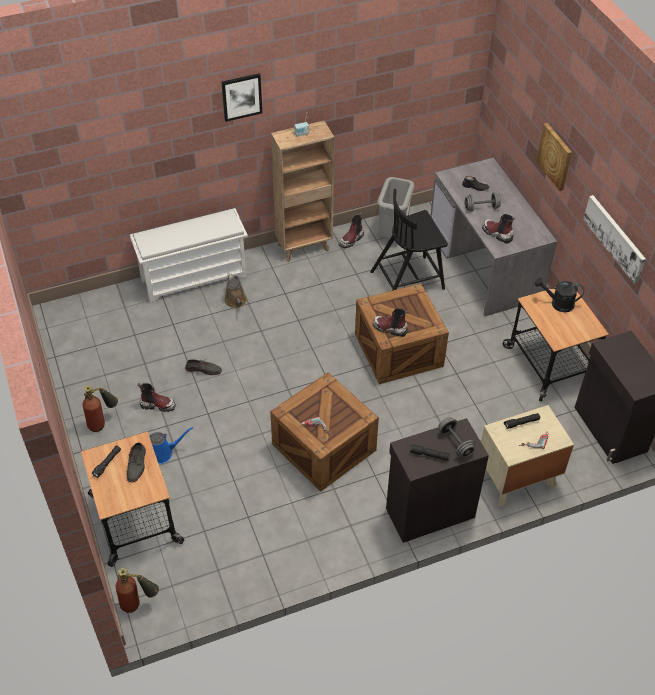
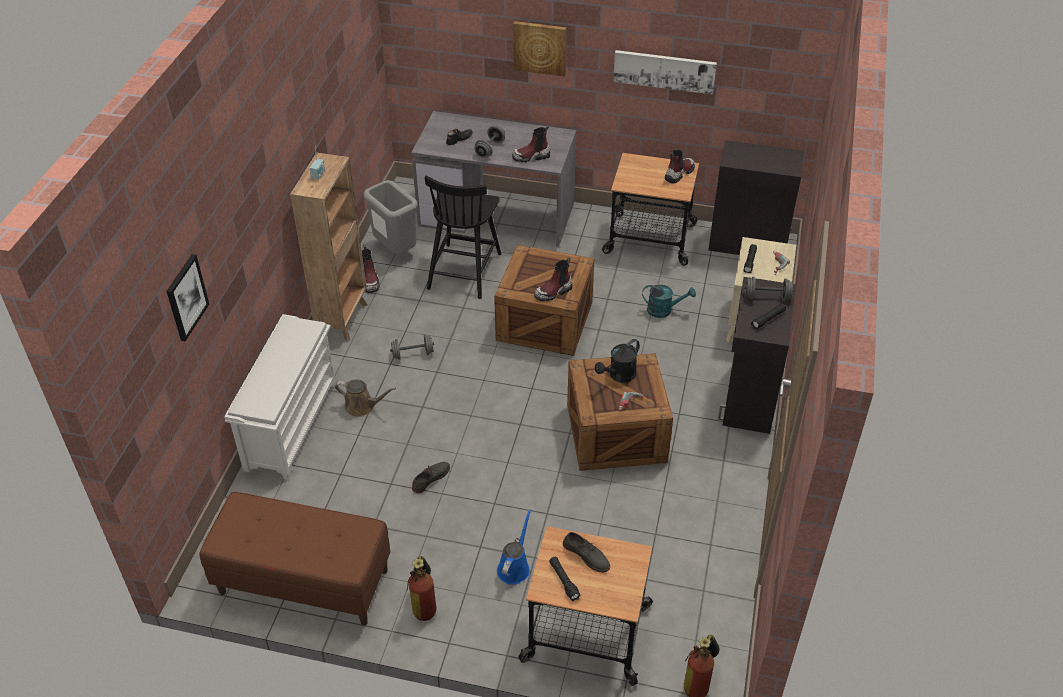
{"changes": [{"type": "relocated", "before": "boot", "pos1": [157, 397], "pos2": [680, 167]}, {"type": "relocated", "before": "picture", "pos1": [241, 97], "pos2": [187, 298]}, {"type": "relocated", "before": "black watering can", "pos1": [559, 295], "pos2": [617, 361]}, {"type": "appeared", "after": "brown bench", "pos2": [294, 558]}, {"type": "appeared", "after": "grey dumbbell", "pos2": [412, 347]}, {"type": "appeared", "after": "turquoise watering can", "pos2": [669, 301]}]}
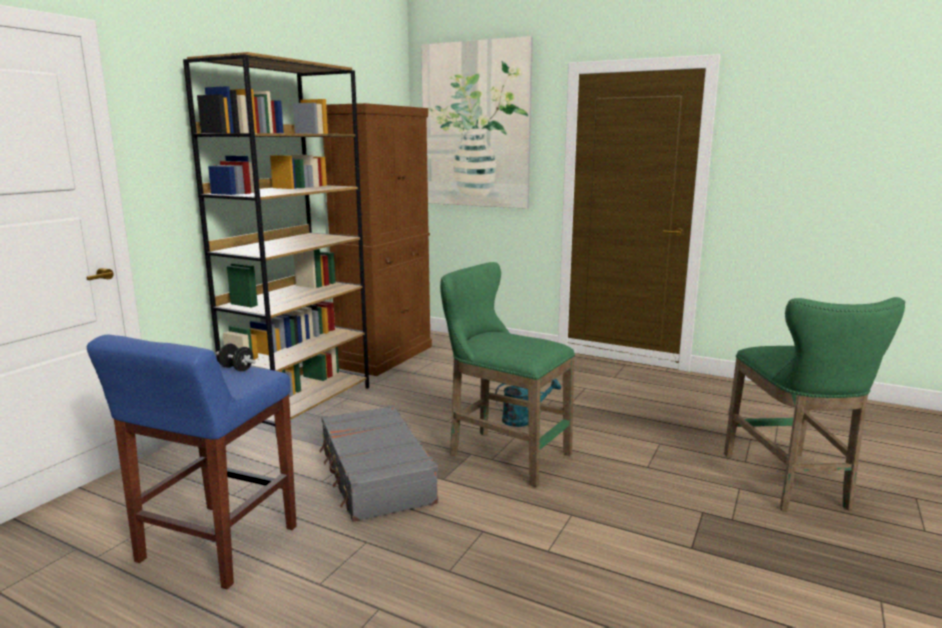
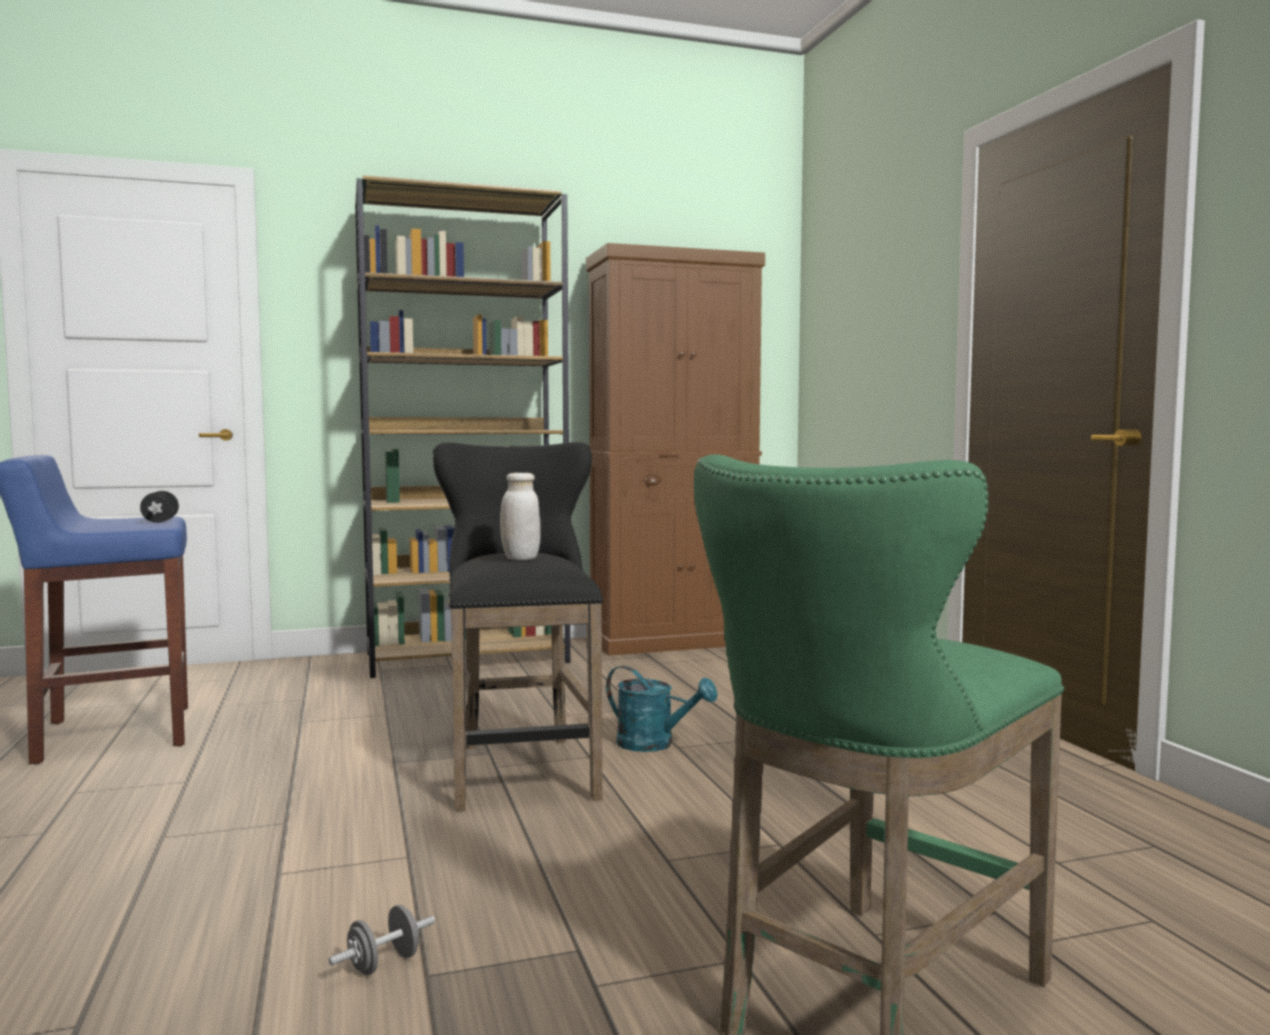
{"changes": [{"type": "missing", "before": "grey suitcase", "pos1": [378, 463]}, {"type": "missing", "before": "picture", "pos1": [477, 122]}, {"type": "colour", "before": "green stool", "after": "black stool", "pos1": [507, 374], "pos2": [518, 627]}, {"type": "appeared", "after": "grey dumbbell", "pos2": [382, 940]}, {"type": "appeared", "after": "white jar", "pos2": [520, 516]}]}
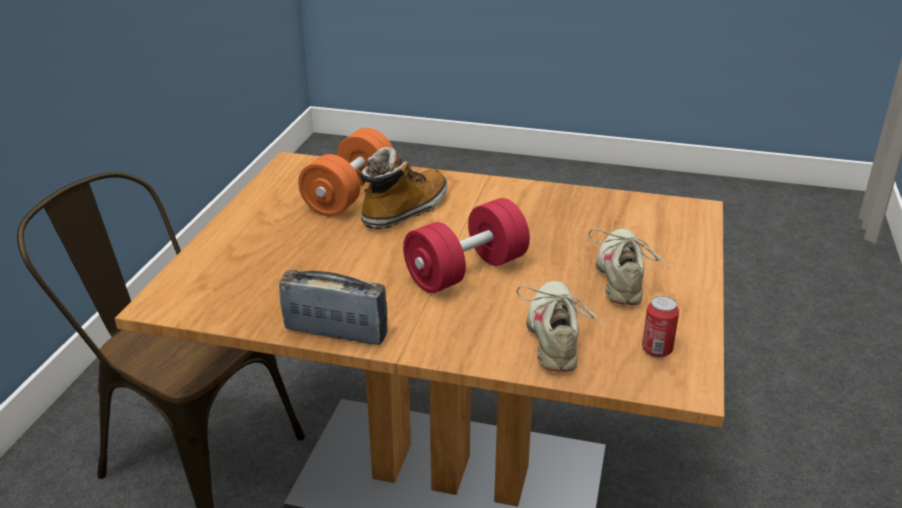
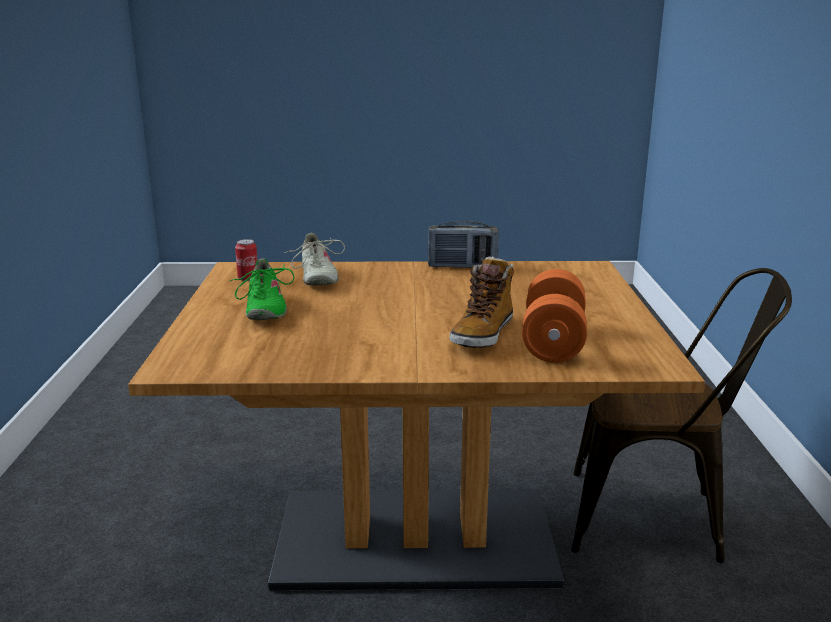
{"changes": [{"type": "missing", "before": "red dumbbell", "pos1": [466, 245]}, {"type": "colour", "before": "beige shoe", "after": "green shoe", "pos1": [629, 266], "pos2": [262, 289]}]}
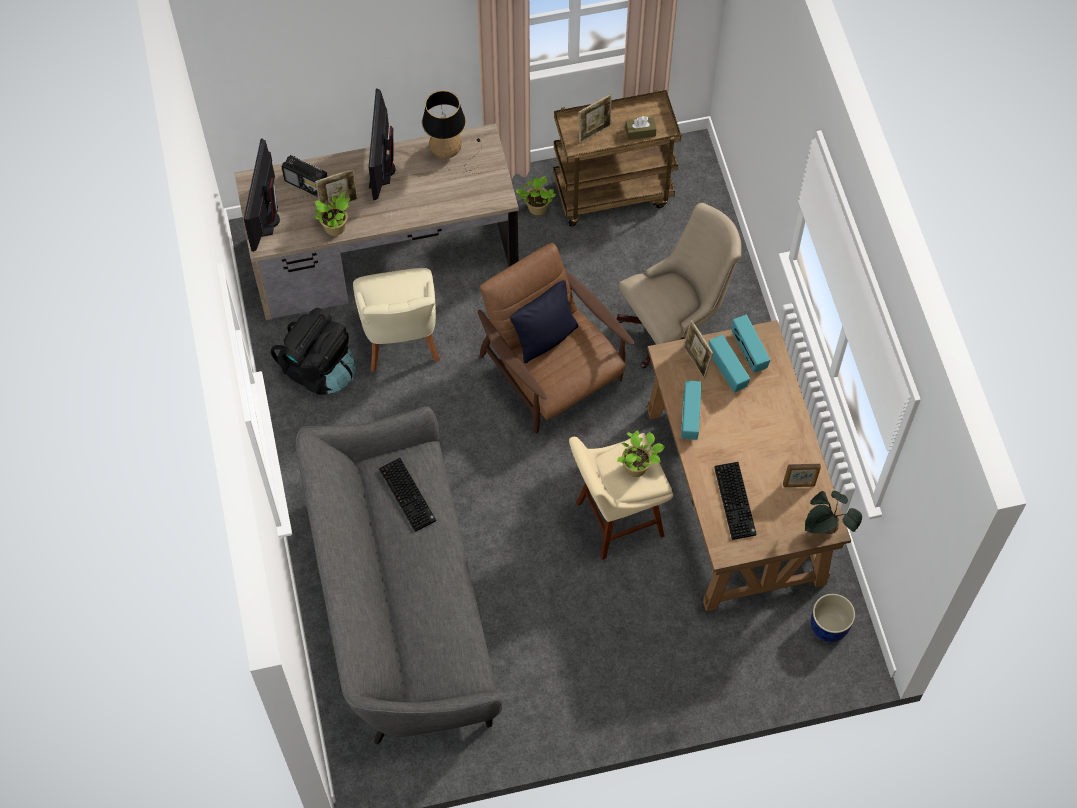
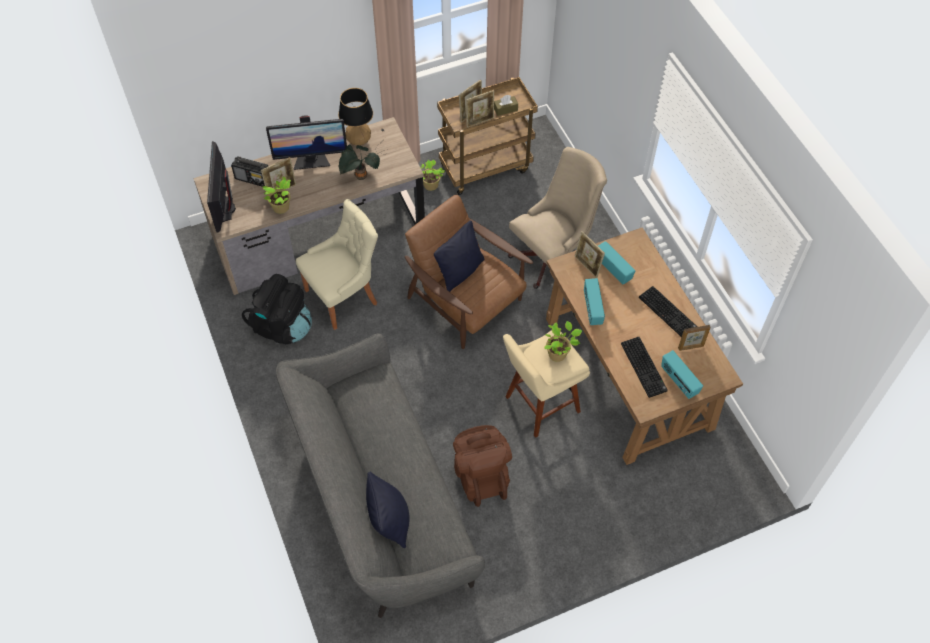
{"changes": [{"type": "spun", "before": "beige chair", "pos1": [396, 320], "pos2": [337, 264], "turn": -105}, {"type": "spun", "before": "monitor", "pos1": [382, 144], "pos2": [306, 142], "turn": -90}, {"type": "relocated", "before": "keyboard", "pos1": [407, 495], "pos2": [668, 311]}, {"type": "relocated", "before": "radio", "pos1": [751, 344], "pos2": [682, 374]}, {"type": "relocated", "before": "potted plant", "pos1": [833, 512], "pos2": [359, 162]}, {"type": "missing", "before": "blue planter", "pos1": [833, 618]}, {"type": "appeared", "after": "black pillow", "pos2": [388, 510]}, {"type": "appeared", "after": "brown backpack", "pos2": [482, 466]}, {"type": "appeared", "after": "picture frame", "pos2": [480, 108]}]}
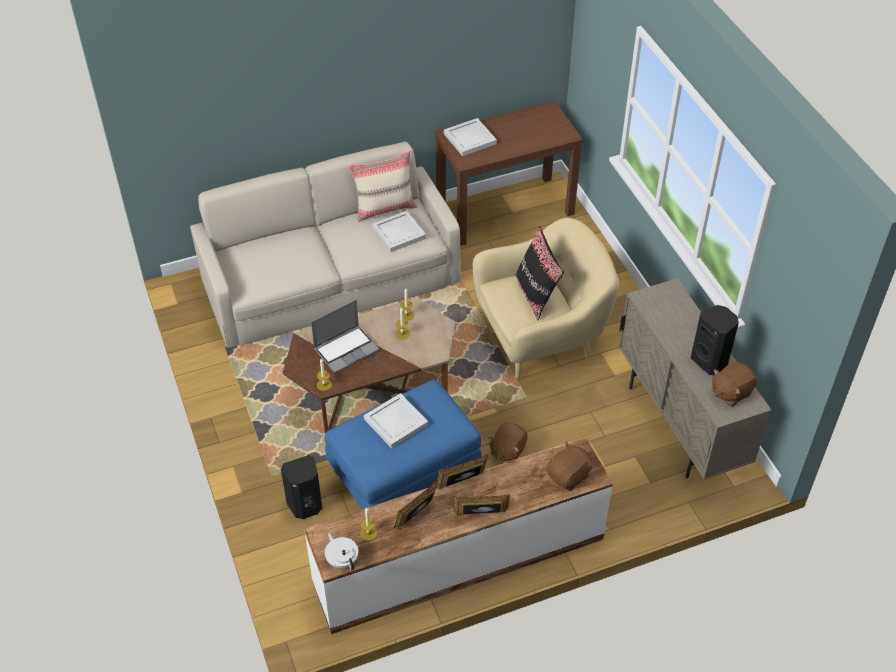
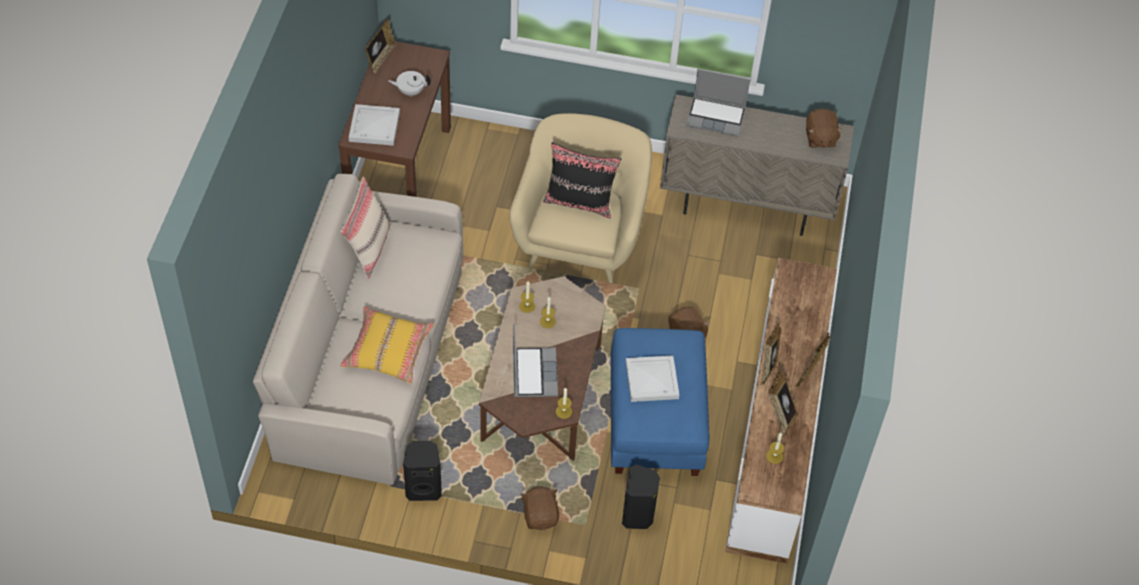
{"changes": [{"type": "relocated", "before": "white teapot", "pos1": [341, 551], "pos2": [409, 83]}, {"type": "missing", "before": "white tray", "pos1": [399, 231]}, {"type": "relocated", "before": "brown plush toy", "pos1": [570, 466], "pos2": [539, 508]}, {"type": "relocated", "before": "black speaker", "pos1": [715, 340], "pos2": [422, 471]}, {"type": "appeared", "after": "yellow pillow", "pos2": [387, 344]}, {"type": "appeared", "after": "picture frame", "pos2": [381, 47]}, {"type": "appeared", "after": "laptop", "pos2": [718, 103]}]}
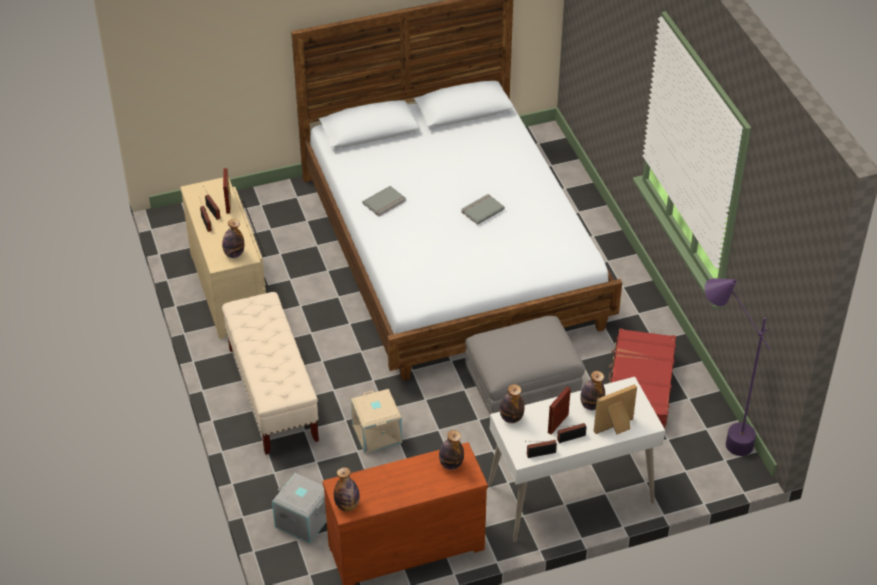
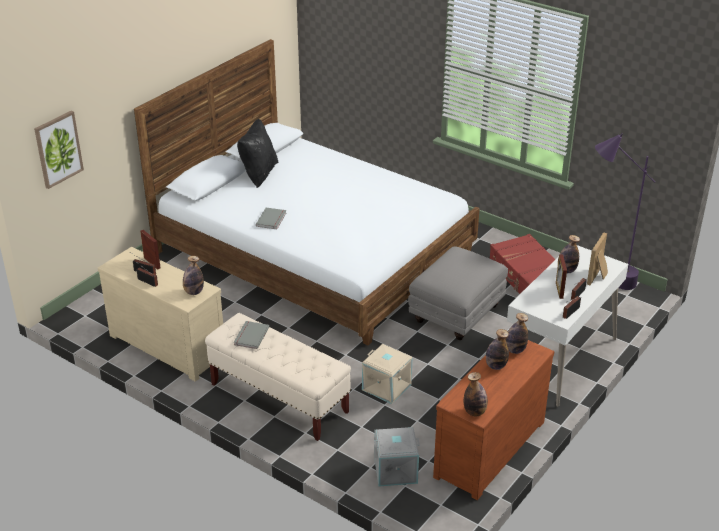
{"changes": [{"type": "relocated", "before": "grey book", "pos1": [483, 209], "pos2": [251, 335]}, {"type": "relocated", "before": "bottle", "pos1": [512, 403], "pos2": [497, 349]}, {"type": "appeared", "after": "picture", "pos2": [59, 150]}, {"type": "appeared", "after": "black pillow", "pos2": [257, 153]}]}
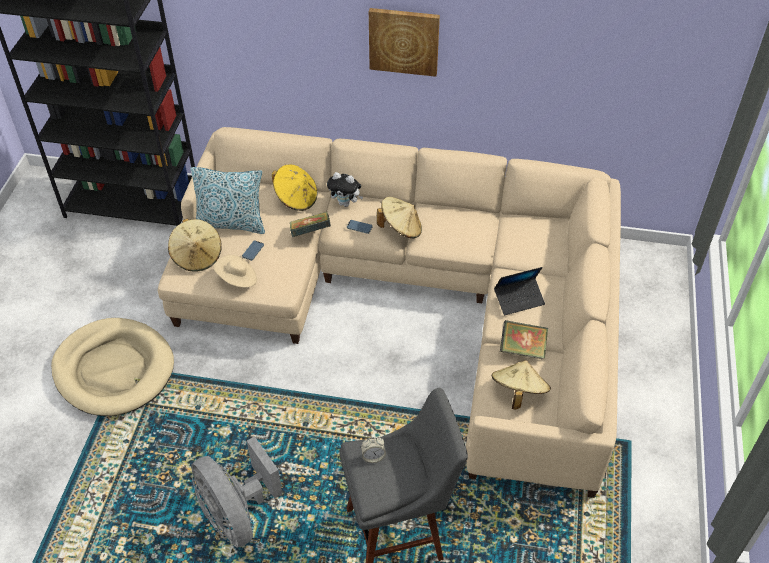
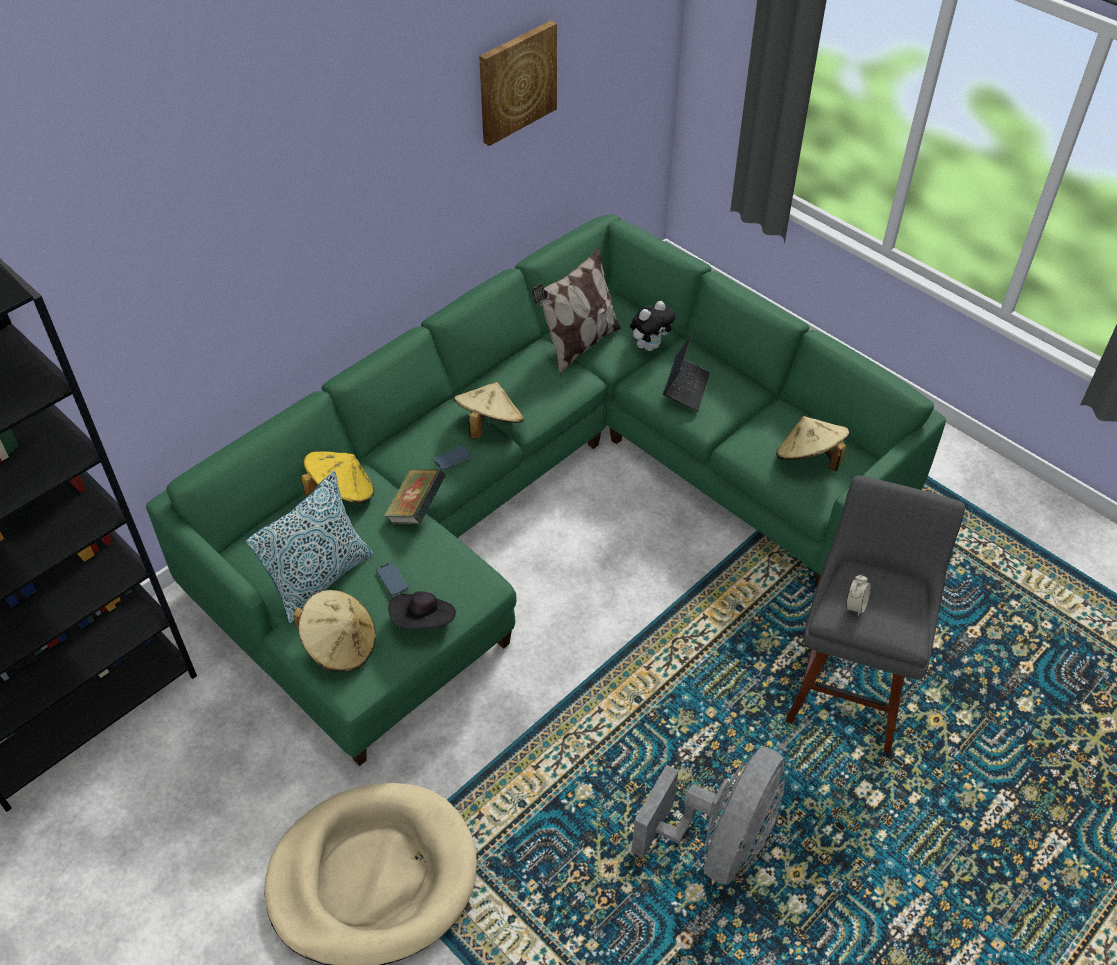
{"changes": [{"type": "colour", "before": "beige sofa", "after": "green sofa", "pos1": [389, 312], "pos2": [546, 490]}, {"type": "spun", "before": "grey fan", "pos1": [236, 492], "pos2": [708, 816], "turn": -60}, {"type": "colour", "before": "beige hat", "after": "black hat", "pos1": [235, 271], "pos2": [422, 610]}, {"type": "relocated", "before": "plush toy", "pos1": [345, 189], "pos2": [652, 326]}, {"type": "relocated", "before": "picture", "pos1": [404, 42], "pos2": [518, 83]}, {"type": "missing", "before": "book", "pos1": [524, 339]}, {"type": "appeared", "after": "pillow", "pos2": [576, 311]}]}
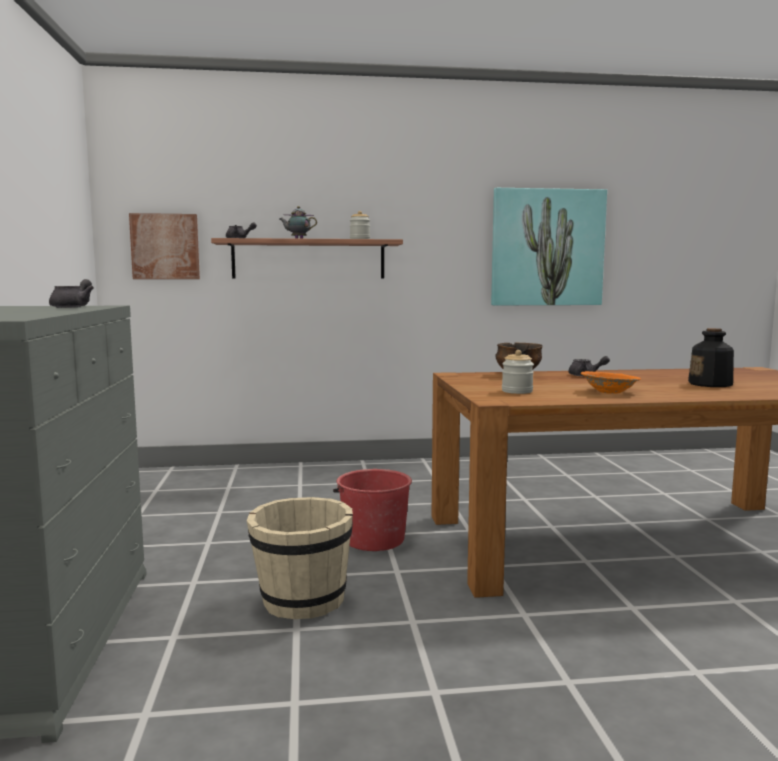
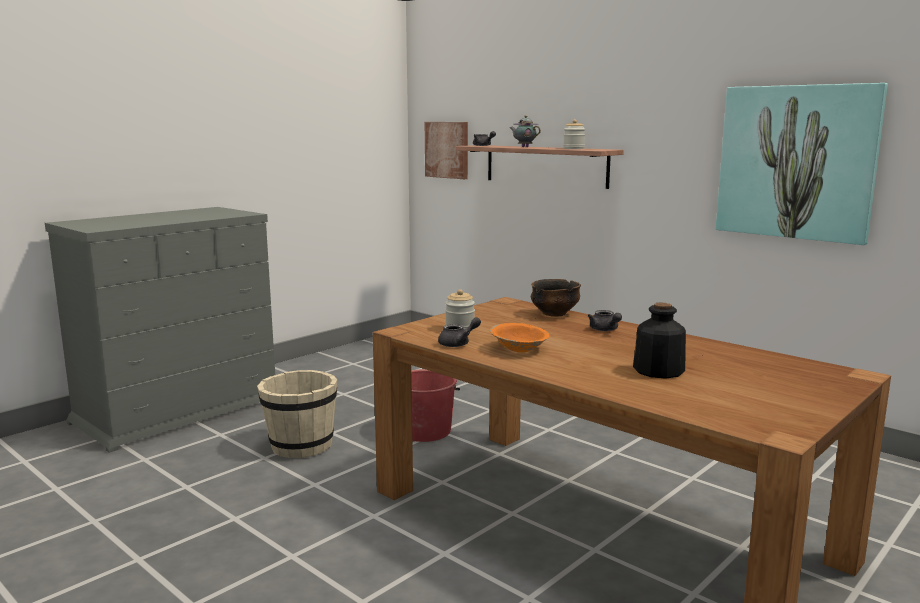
{"changes": [{"type": "relocated", "before": "grey teapot", "pos1": [71, 293], "pos2": [459, 332]}]}
